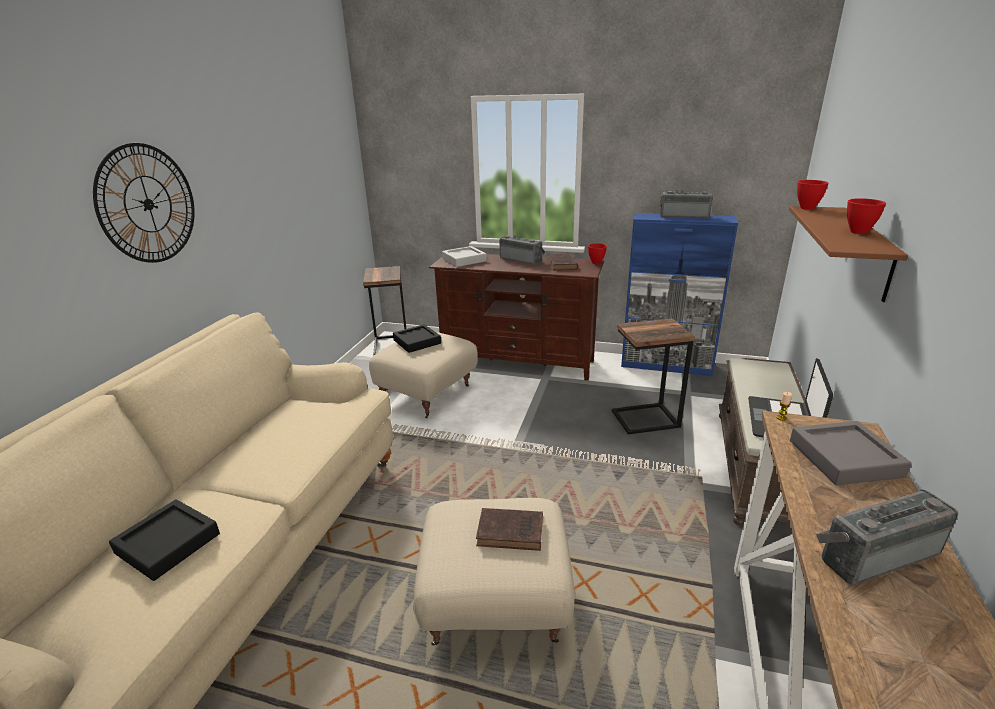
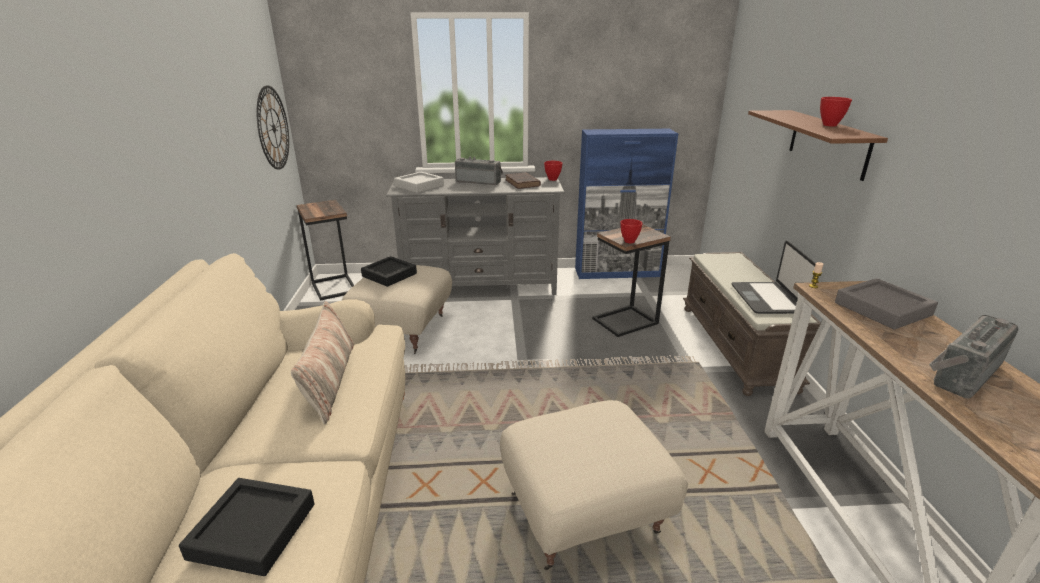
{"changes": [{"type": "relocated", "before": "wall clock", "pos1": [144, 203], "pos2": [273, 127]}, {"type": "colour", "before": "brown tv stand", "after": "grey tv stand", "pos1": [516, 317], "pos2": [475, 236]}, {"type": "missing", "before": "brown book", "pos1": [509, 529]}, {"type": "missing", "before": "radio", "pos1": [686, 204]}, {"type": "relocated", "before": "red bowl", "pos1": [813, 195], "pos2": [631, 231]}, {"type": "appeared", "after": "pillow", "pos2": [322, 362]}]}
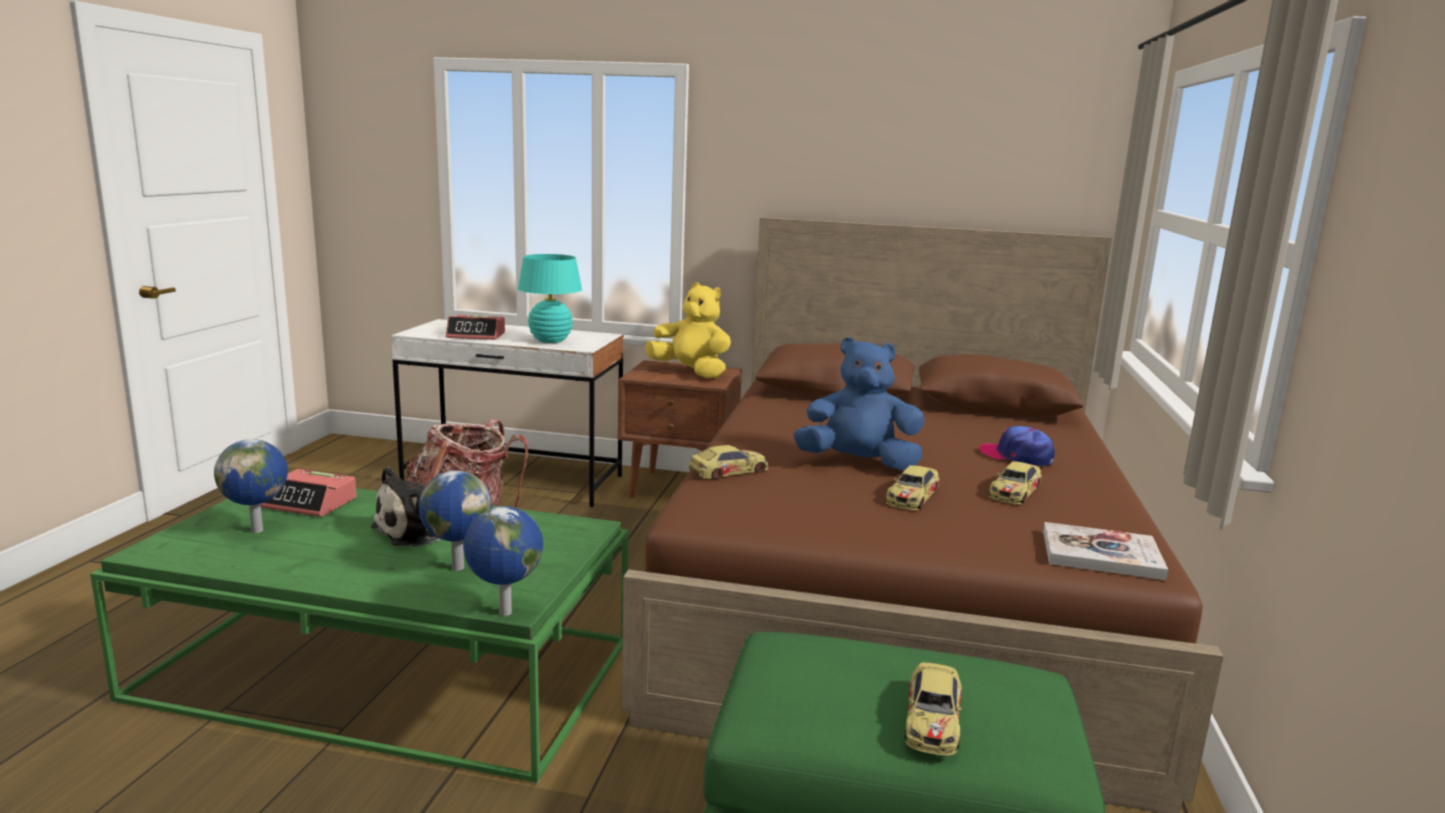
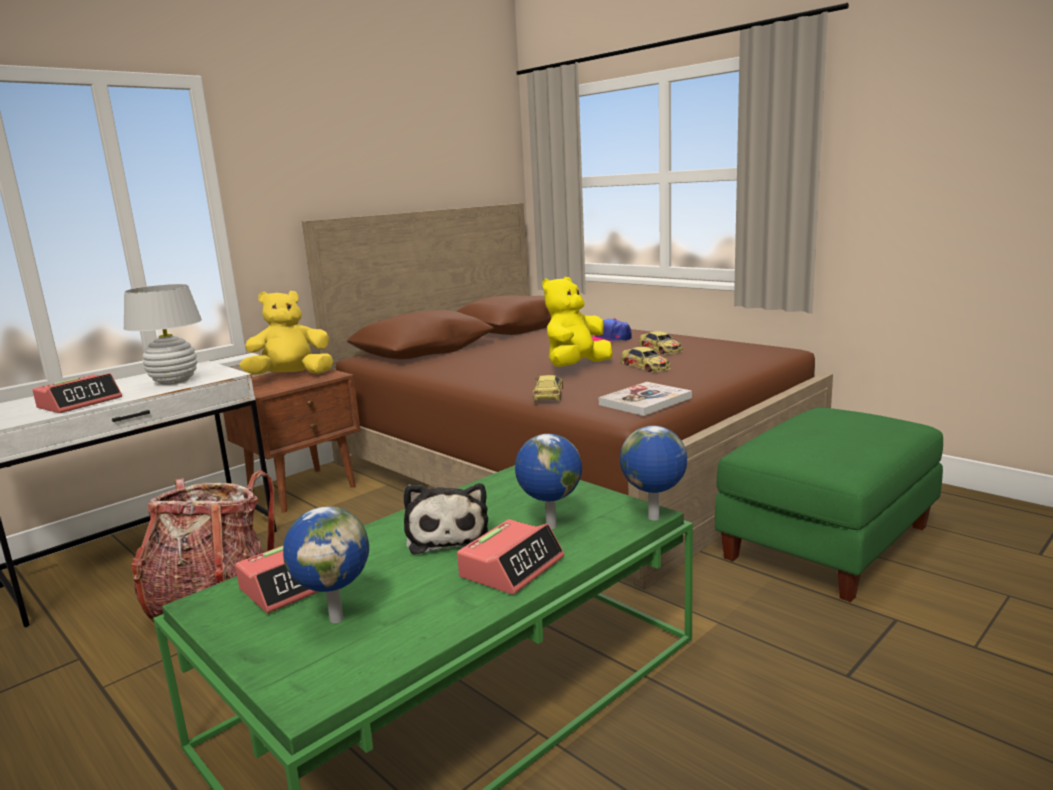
{"changes": [{"type": "colour", "before": "turquoise table lamp", "after": "white table lamp", "pos1": [550, 298], "pos2": [162, 334]}, {"type": "colour", "before": "blue plush toy", "after": "yellow plush toy", "pos1": [858, 403], "pos2": [577, 322]}, {"type": "missing", "before": "toy car", "pos1": [933, 709]}, {"type": "relocated", "before": "book", "pos1": [1105, 551], "pos2": [645, 399]}, {"type": "appeared", "after": "alarm clock", "pos2": [510, 557]}]}
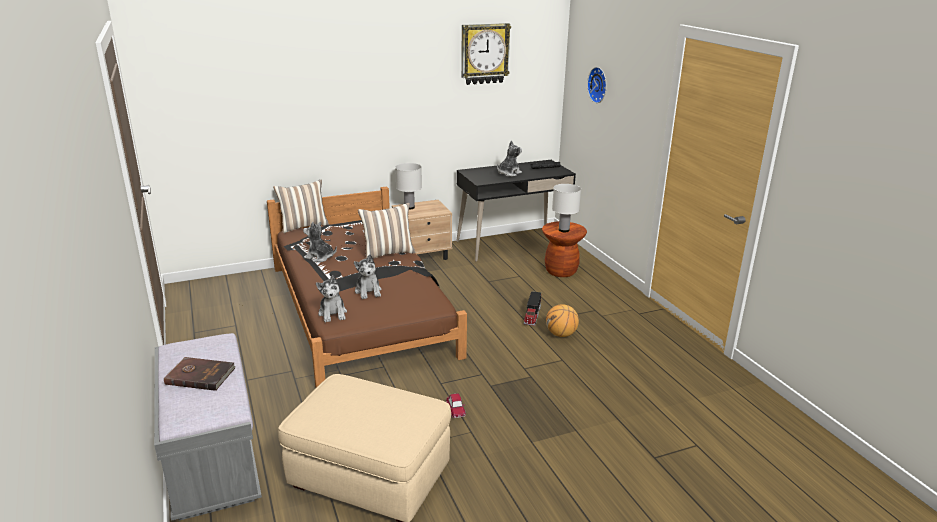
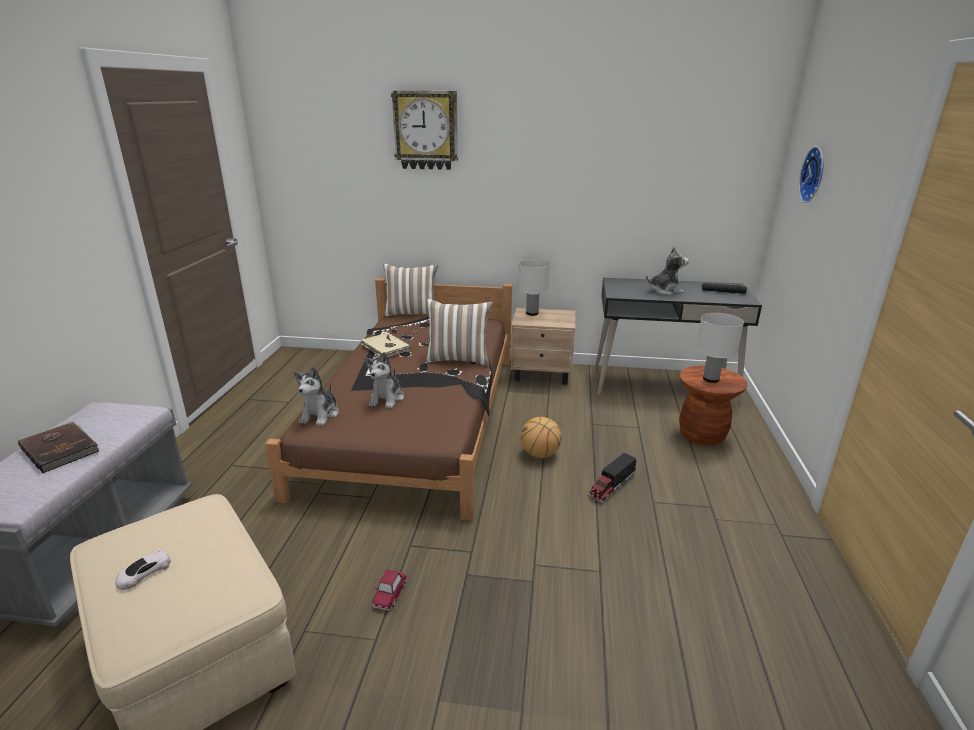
{"changes": [{"type": "exchanged", "before": "plush toy", "after": "beige book", "pos1": [320, 242], "pos2": [385, 345]}, {"type": "relocated", "before": "wall clock", "pos1": [486, 54], "pos2": [424, 130]}, {"type": "relocated", "before": "basketball", "pos1": [562, 320], "pos2": [541, 437]}, {"type": "appeared", "after": "white toy car", "pos2": [143, 570]}]}
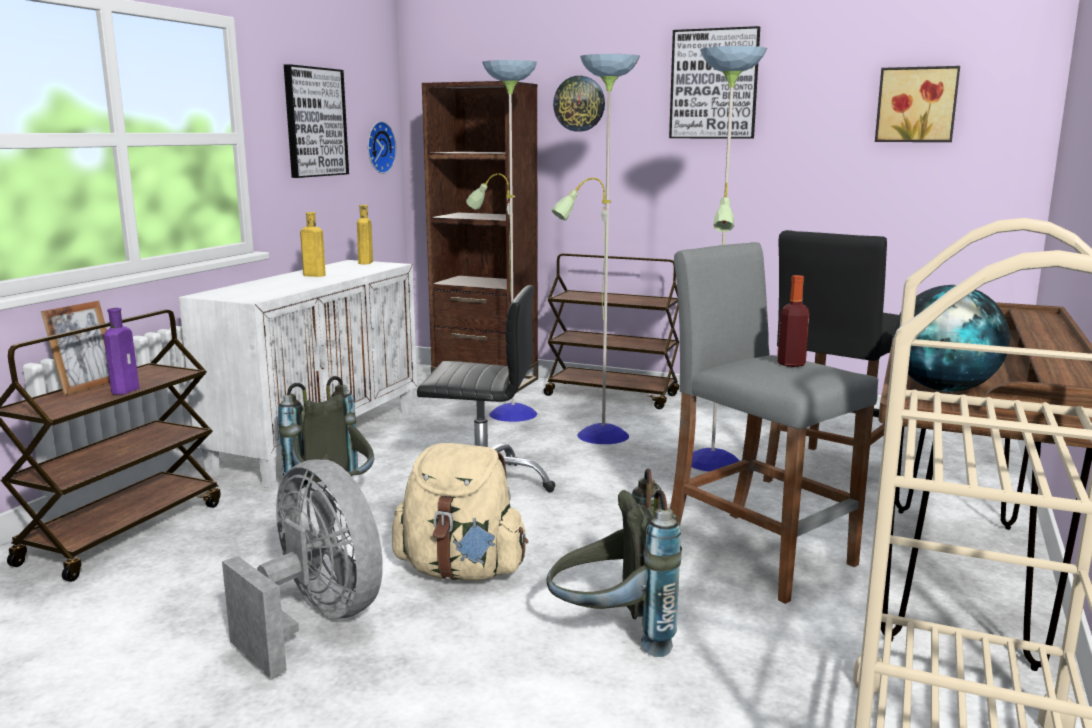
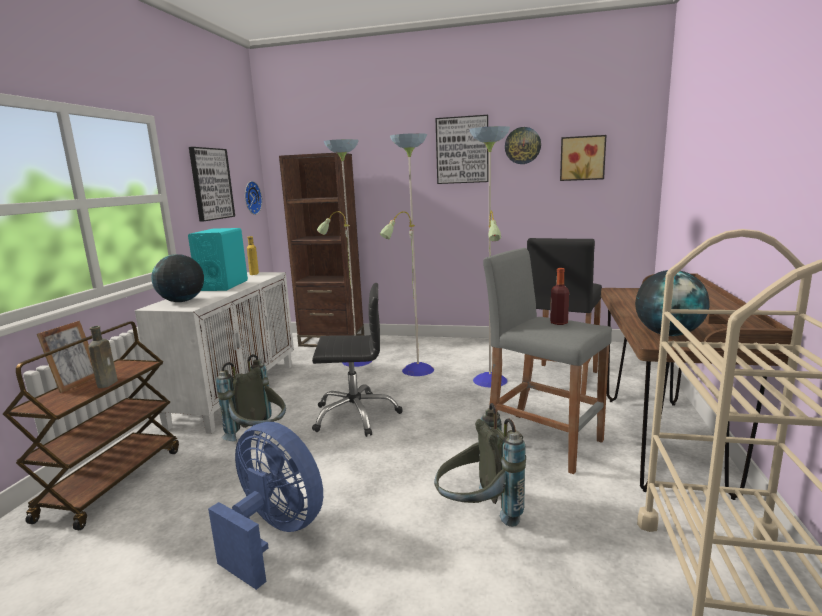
{"changes": [{"type": "colour", "before": "purple bottle", "after": "brown bottle", "pos1": [122, 351], "pos2": [105, 357]}, {"type": "colour", "before": "grey fan", "after": "blue fan", "pos1": [302, 569], "pos2": [265, 506]}, {"type": "exchanged", "before": "yellow bottle", "after": "turquoise speaker", "pos1": [313, 244], "pos2": [218, 259]}, {"type": "missing", "before": "beige backpack", "pos1": [460, 512]}, {"type": "missing", "before": "brown cart", "pos1": [611, 331]}, {"type": "relocated", "before": "wall clock", "pos1": [579, 104], "pos2": [523, 145]}, {"type": "appeared", "after": "globe", "pos2": [177, 278]}]}
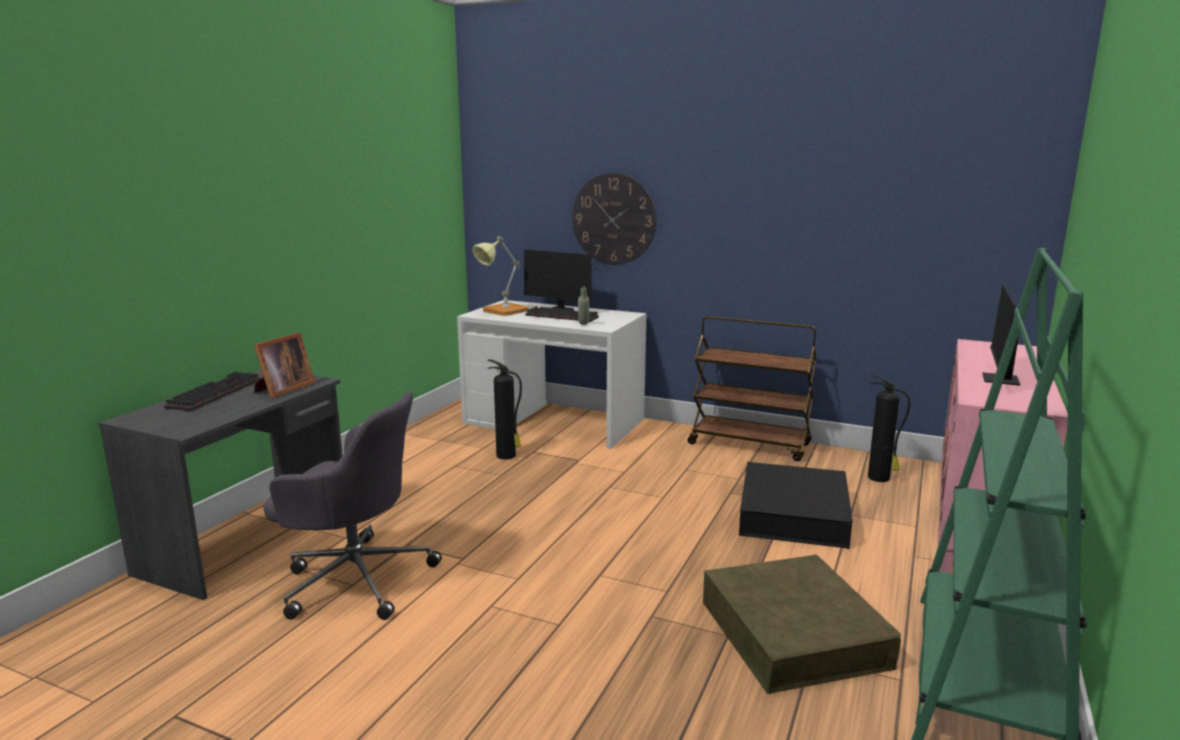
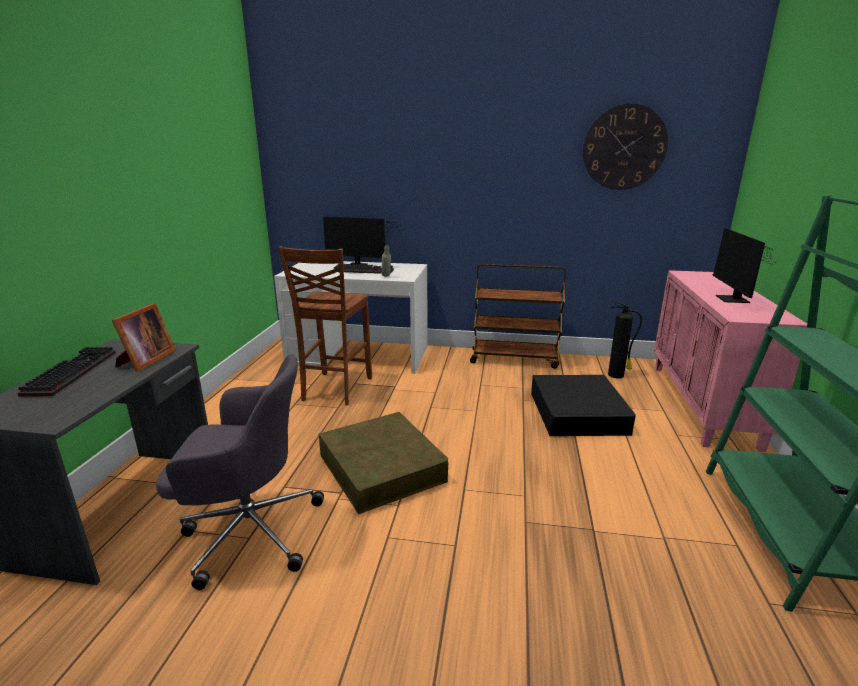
{"changes": [{"type": "missing", "before": "table lamp", "pos1": [500, 276]}, {"type": "exchanged", "before": "fire extinguisher", "after": "brown chair", "pos1": [504, 409], "pos2": [325, 325]}, {"type": "relocated", "before": "wall clock", "pos1": [614, 219], "pos2": [625, 146]}, {"type": "relocated", "before": "brown storage box", "pos1": [802, 624], "pos2": [383, 463]}]}
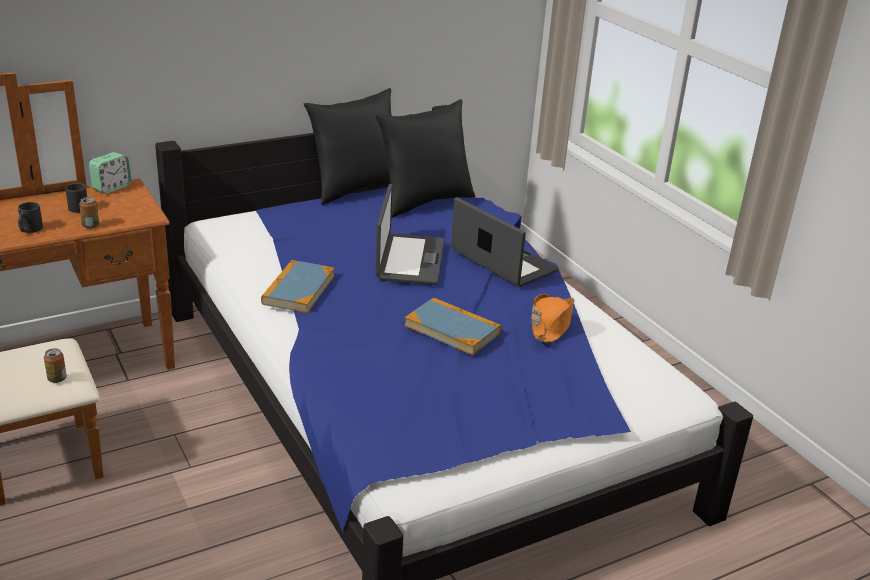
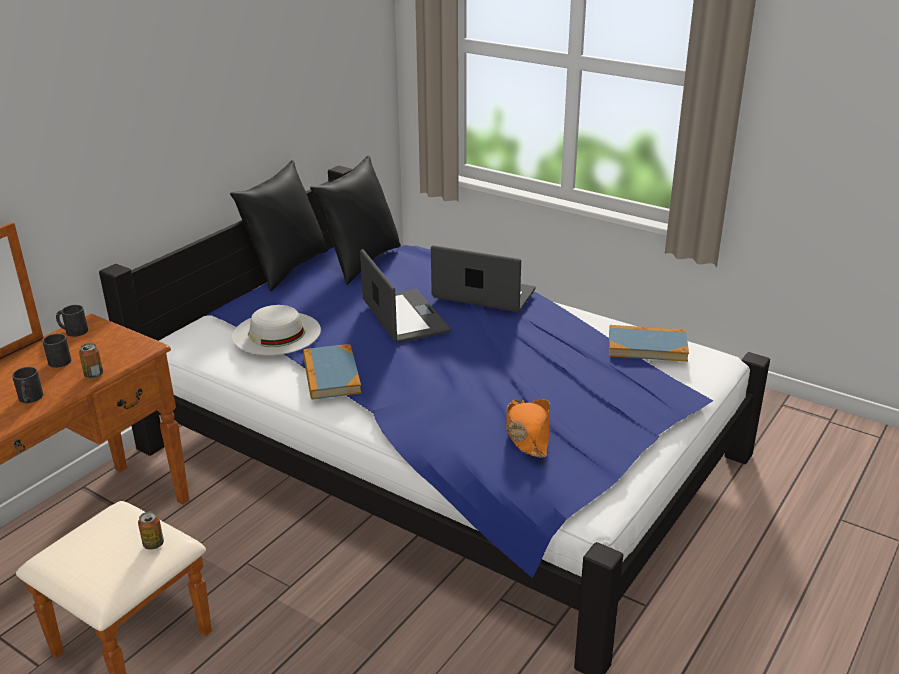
{"changes": [{"type": "exchanged", "before": "alarm clock", "after": "black mug", "pos1": [110, 173], "pos2": [72, 321]}, {"type": "relocated", "before": "book", "pos1": [452, 326], "pos2": [649, 343]}, {"type": "relocated", "before": "orange hat", "pos1": [552, 318], "pos2": [528, 428]}, {"type": "appeared", "after": "white hat", "pos2": [276, 330]}]}
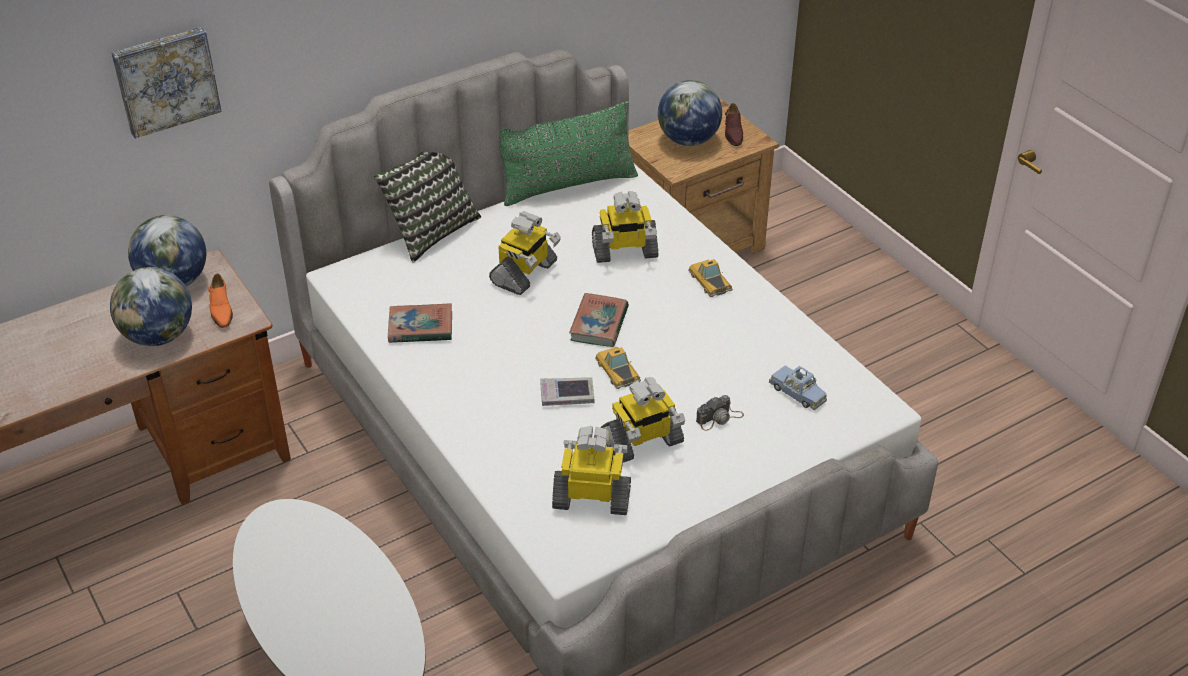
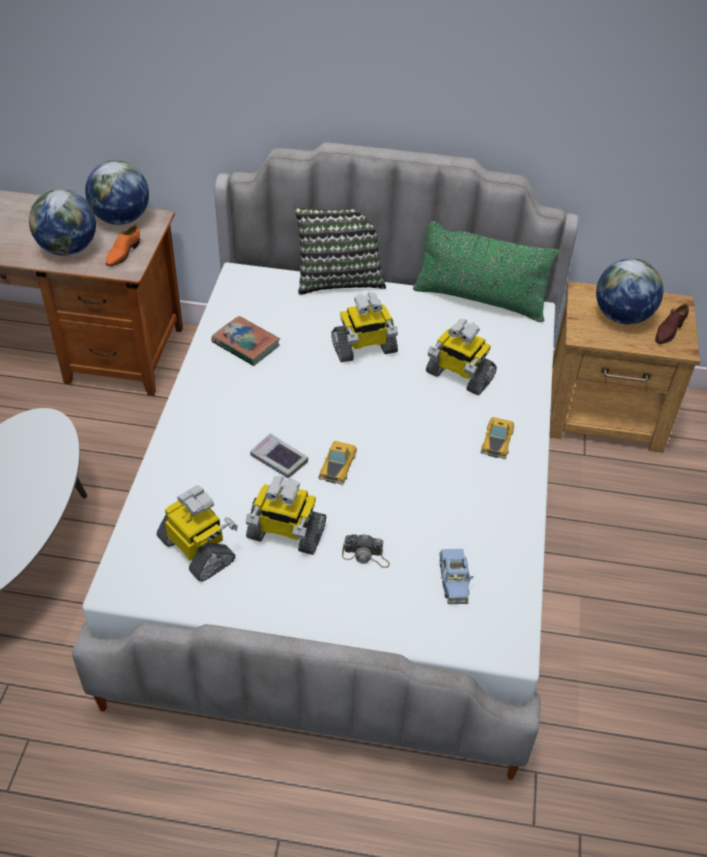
{"changes": [{"type": "missing", "before": "picture", "pos1": [166, 83]}, {"type": "missing", "before": "book", "pos1": [599, 320]}]}
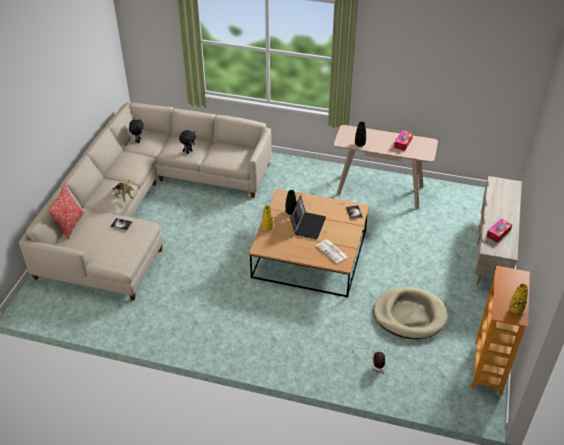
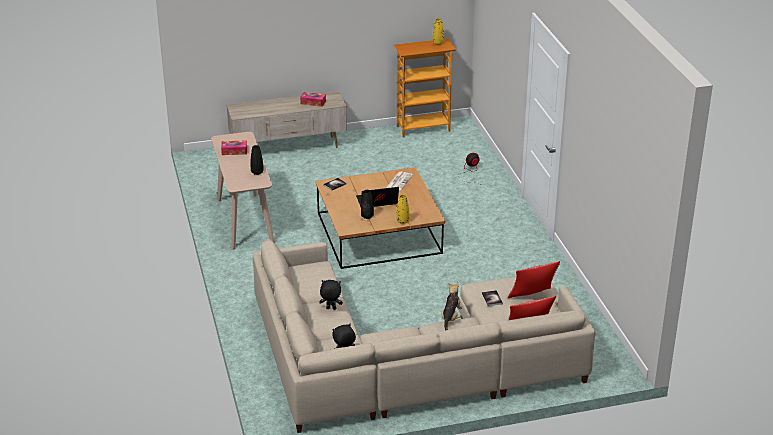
{"changes": [{"type": "missing", "before": "beige dog bed", "pos1": [410, 313]}, {"type": "appeared", "after": "pillow", "pos2": [534, 279]}]}
